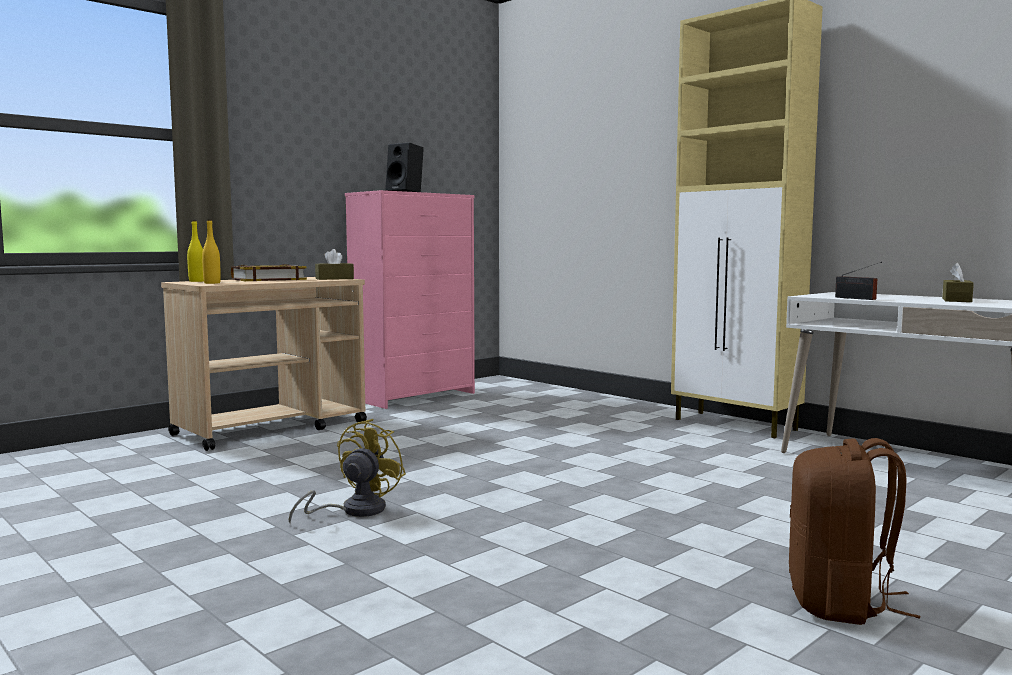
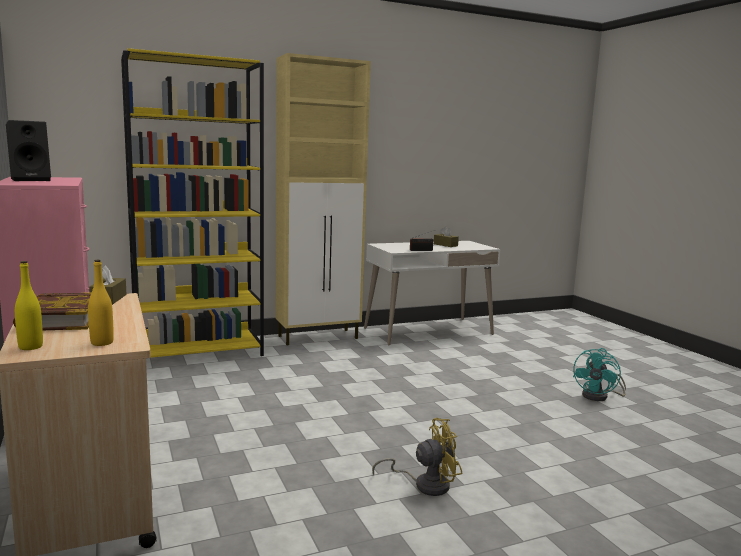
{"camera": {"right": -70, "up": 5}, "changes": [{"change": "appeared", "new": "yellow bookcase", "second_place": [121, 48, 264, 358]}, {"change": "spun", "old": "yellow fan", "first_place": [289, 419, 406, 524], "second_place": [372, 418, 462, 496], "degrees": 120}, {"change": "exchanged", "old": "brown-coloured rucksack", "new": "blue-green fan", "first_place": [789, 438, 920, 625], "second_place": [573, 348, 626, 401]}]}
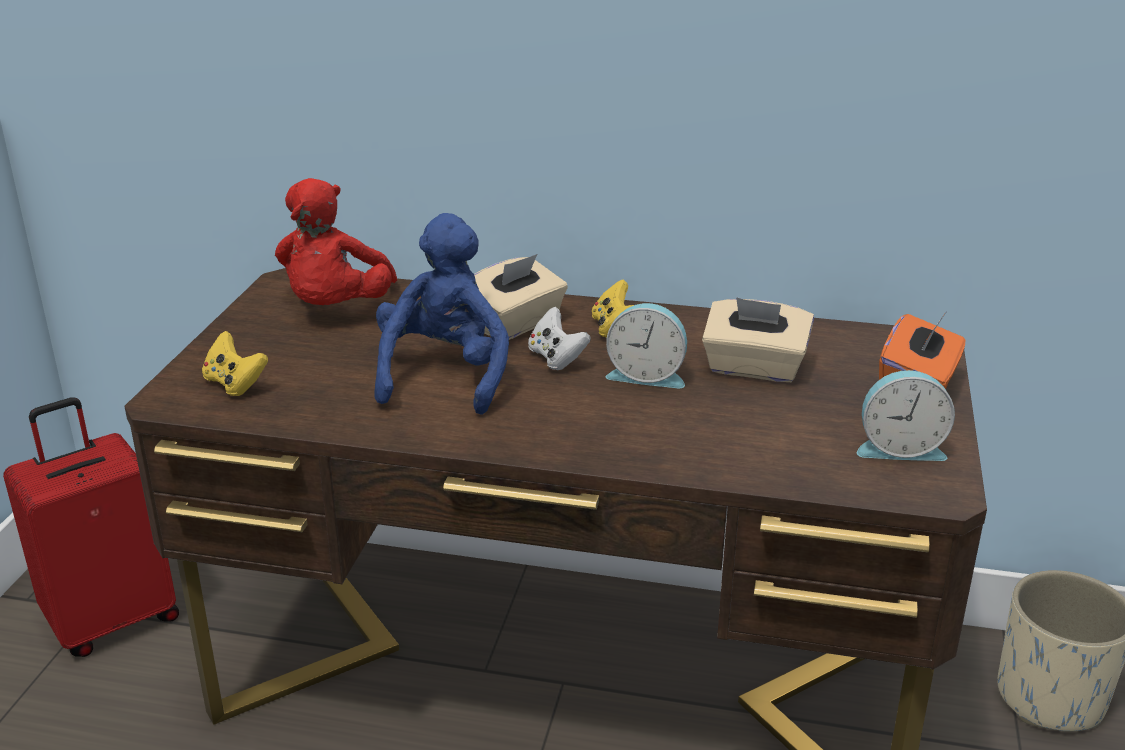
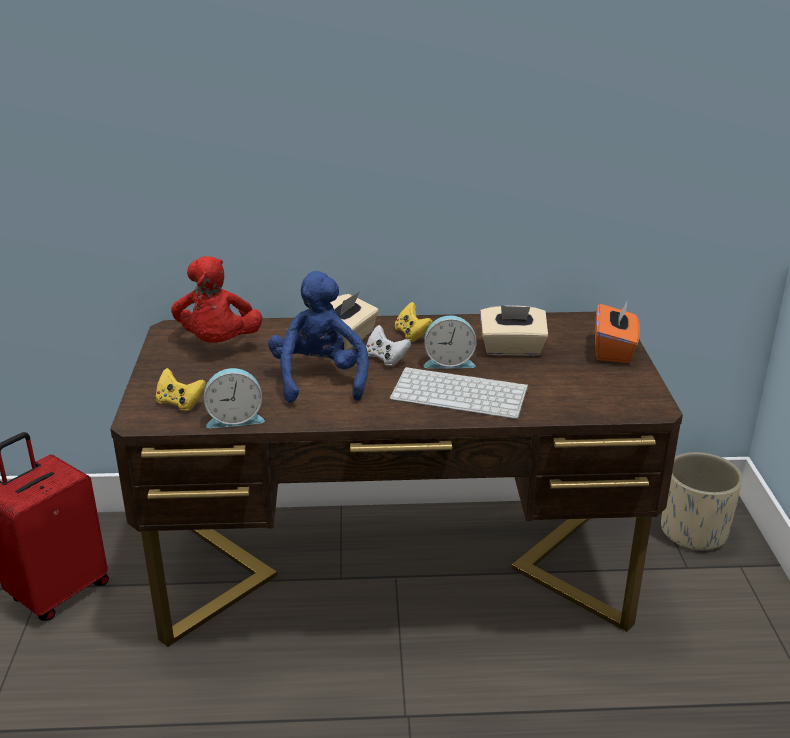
{"camera": {"right": -15, "up": 0}, "changes": [{"change": "relocated", "old": "bedside clock", "first_place": [857, 370, 955, 461], "second_place": [204, 368, 265, 428]}, {"change": "appeared", "new": "PC keyboard", "second_place": [390, 367, 528, 419]}]}
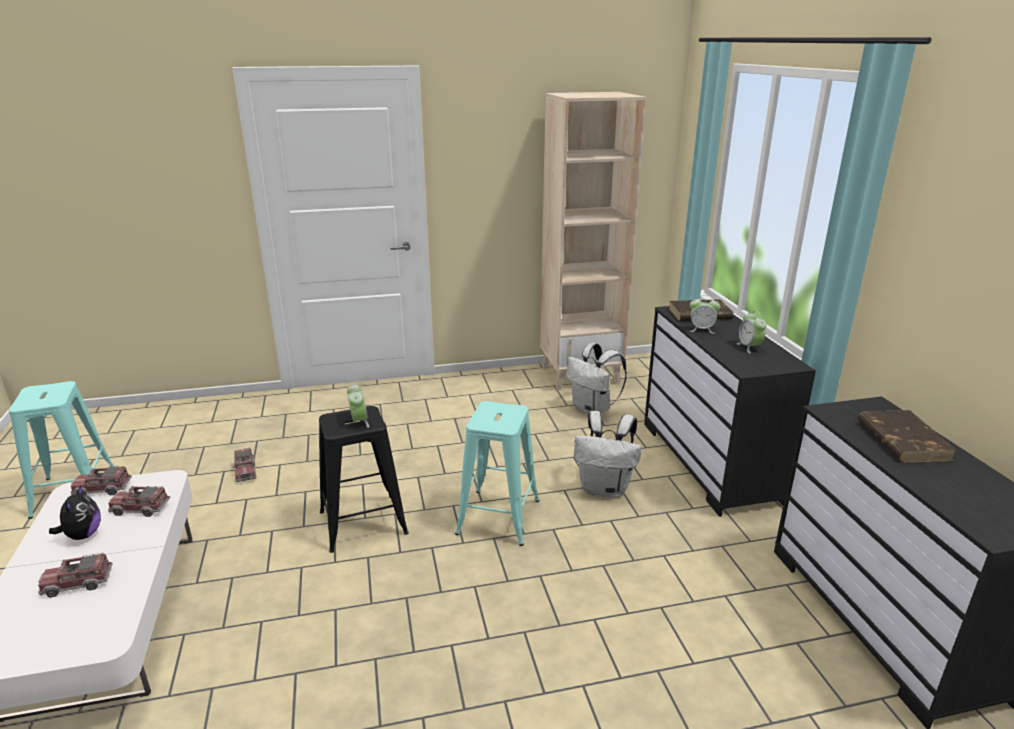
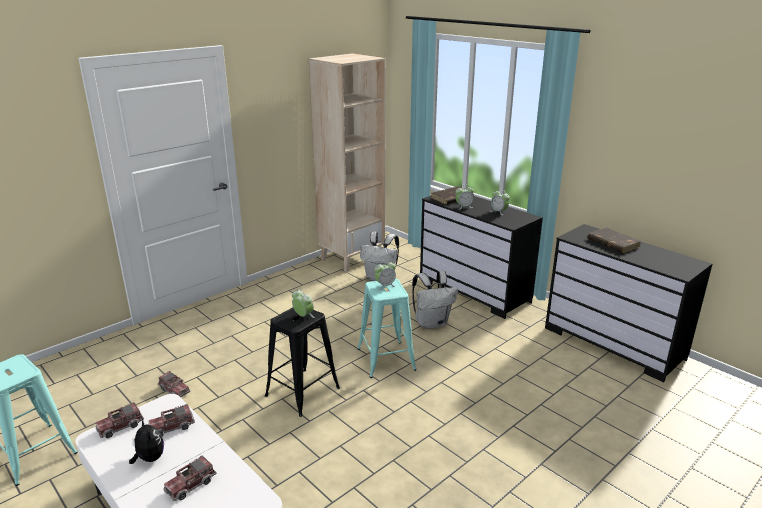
{"camera": {"right": -30, "up": 0}, "changes": [{"change": "appeared", "new": "bedside clock", "second_place": [374, 260, 396, 290]}]}
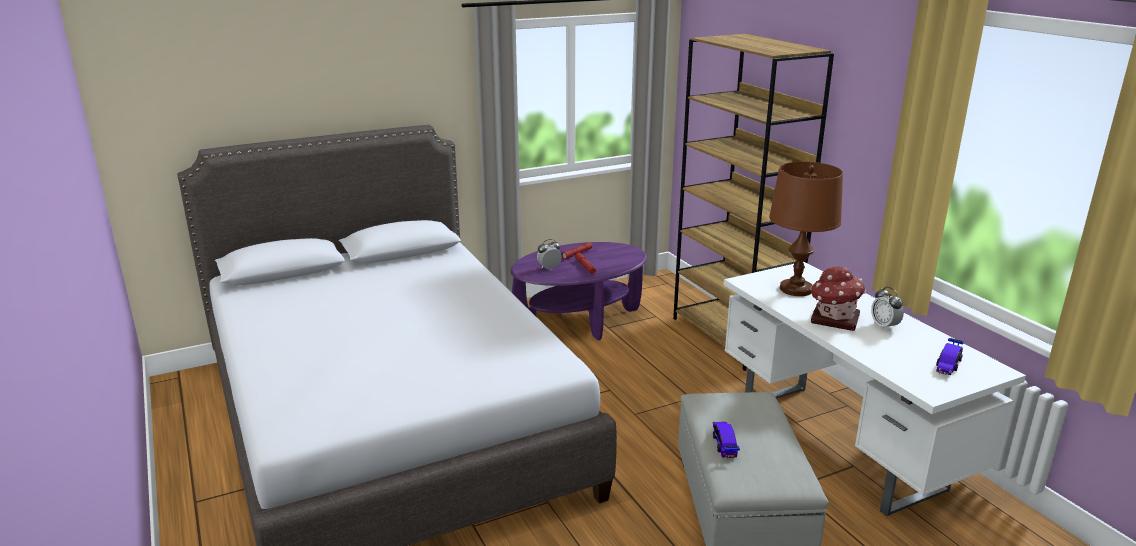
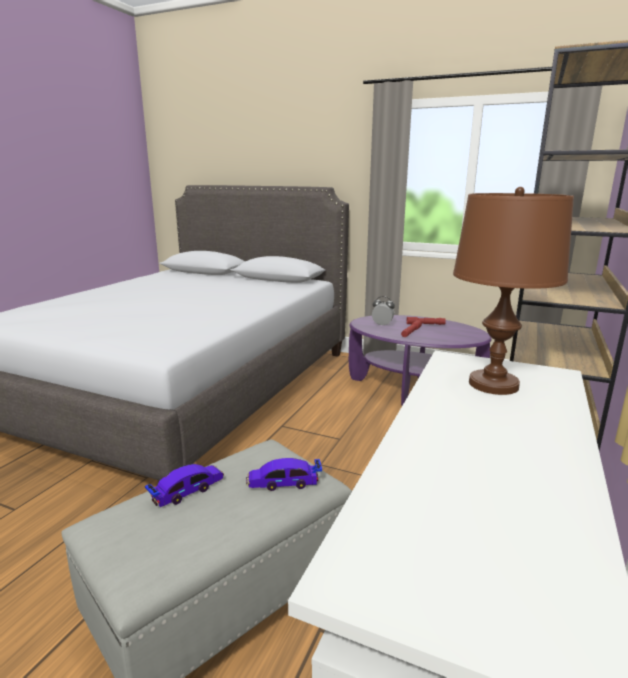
{"camera": {"right": 50, "up": -5}, "changes": [{"change": "relocated", "old": "model car", "first_place": [936, 338, 964, 375], "second_place": [246, 458, 322, 491]}, {"change": "missing", "old": "toy house", "first_place": [810, 266, 866, 331]}, {"change": "missing", "old": "bedside clock", "first_place": [871, 287, 904, 331]}]}
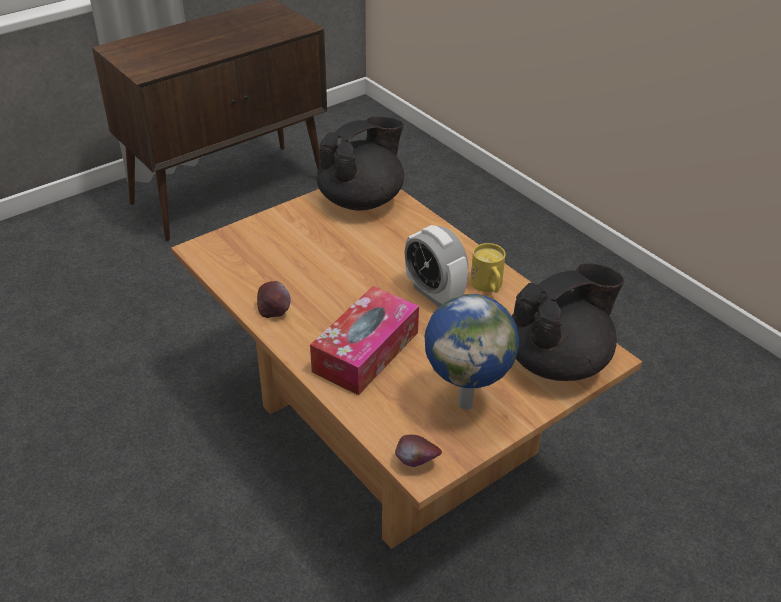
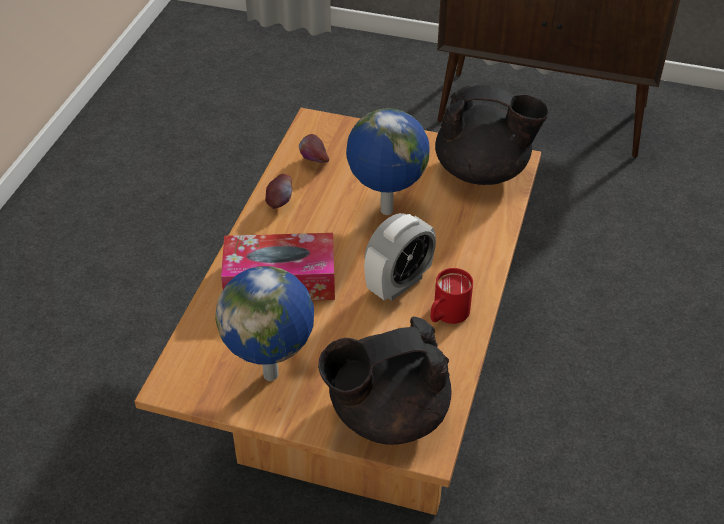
{"camera": {"right": 55, "up": 5}, "changes": [{"change": "relocated", "old": "whole apple", "first_place": [395, 435, 442, 467], "second_place": [299, 134, 329, 163]}, {"change": "spun", "old": "black-coloured pot for tea", "first_place": [512, 263, 624, 381], "second_place": [318, 316, 452, 445], "degrees": 135}, {"change": "appeared", "new": "desk globe", "second_place": [346, 108, 429, 215]}, {"change": "spun", "old": "bedside clock", "first_place": [405, 225, 468, 307], "second_place": [364, 213, 436, 301], "degrees": -150}, {"change": "colour", "old": "yellow tea mug", "new": "red tea mug", "first_place": [471, 243, 506, 293], "second_place": [431, 268, 473, 324]}]}
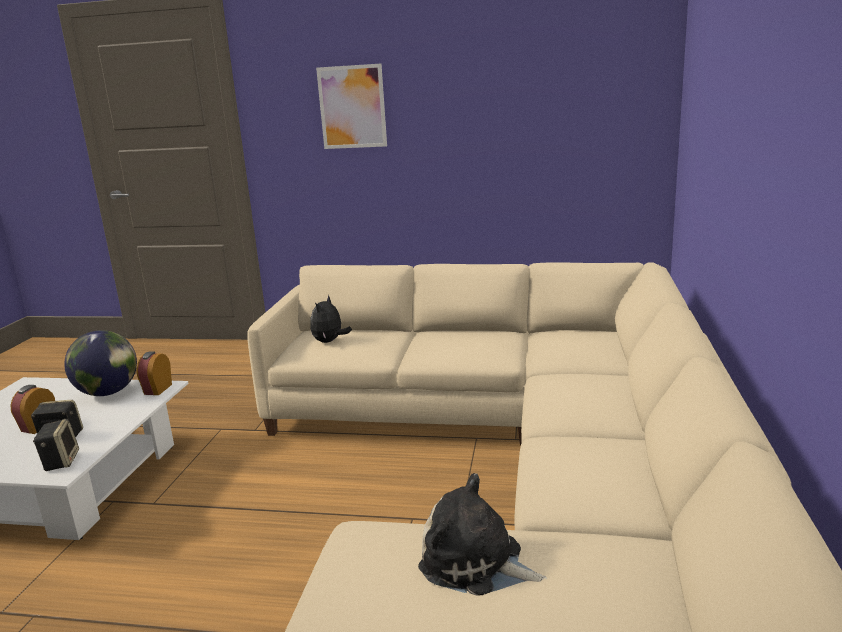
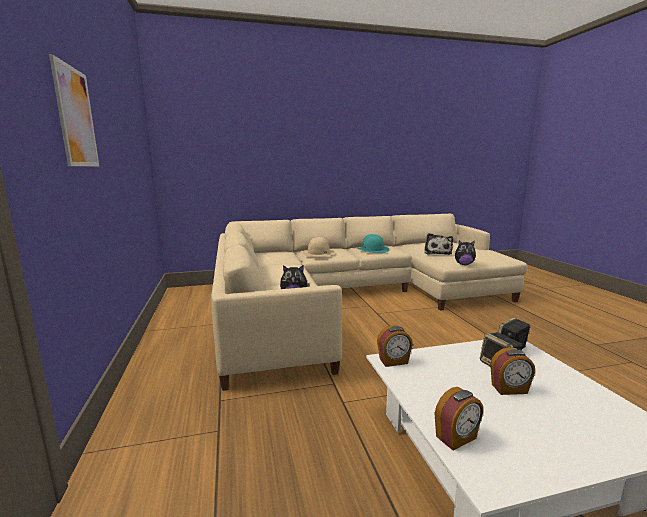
{"camera": {"right": -115, "up": -5}, "changes": [{"change": "appeared", "new": "beige clothing hat", "second_place": [303, 237, 334, 257]}, {"change": "appeared", "new": "blue-green clothing hat", "second_place": [357, 234, 389, 253]}, {"change": "appeared", "new": "bedside clock", "second_place": [435, 387, 483, 451]}, {"change": "appeared", "new": "plush toy", "second_place": [455, 240, 476, 265]}, {"change": "missing", "old": "desk globe", "first_place": [64, 330, 137, 396]}]}
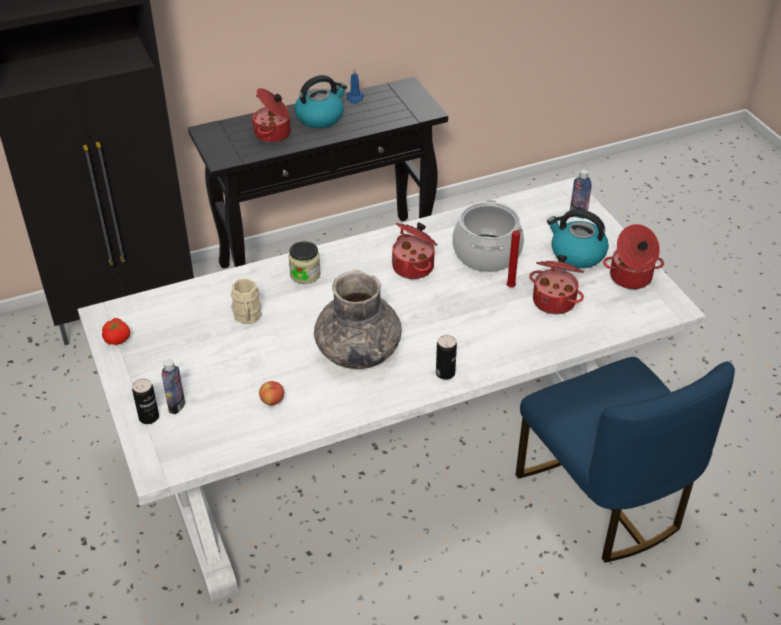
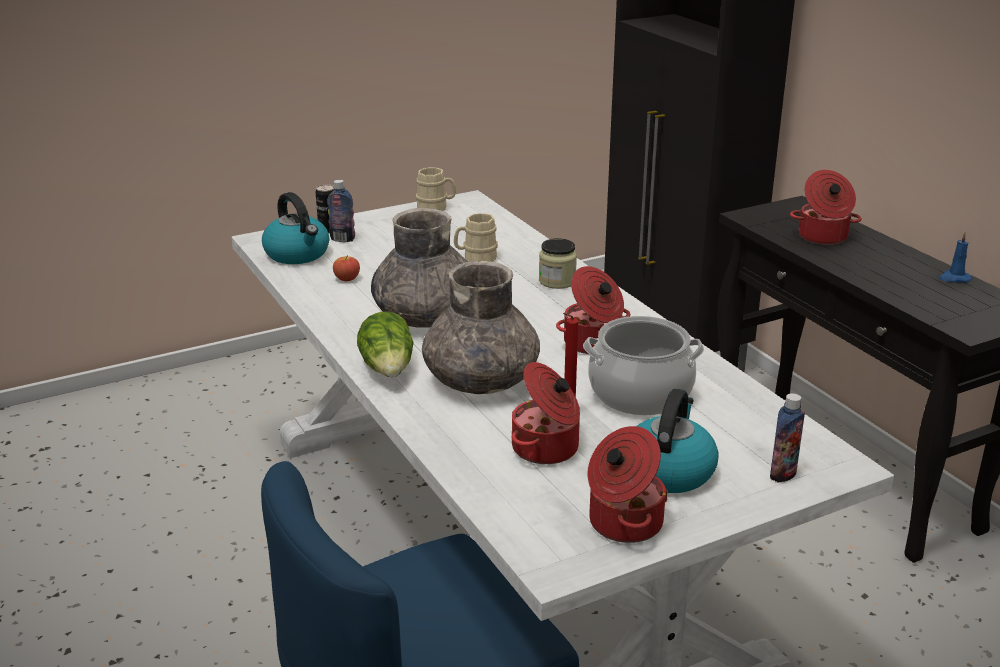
{"camera": {"right": 85, "up": -15}, "changes": [{"change": "relocated", "old": "tea kettle", "first_place": [295, 75, 347, 128], "second_place": [262, 192, 329, 264]}, {"change": "exchanged", "old": "sealed can", "new": "lettuce head", "first_place": [436, 335, 457, 380], "second_place": [357, 311, 414, 377]}, {"change": "exchanged", "old": "tomato", "new": "beige tea mug", "first_place": [102, 318, 130, 345], "second_place": [416, 167, 456, 211]}, {"change": "appeared", "new": "grey flower vase", "second_place": [422, 261, 540, 394]}]}
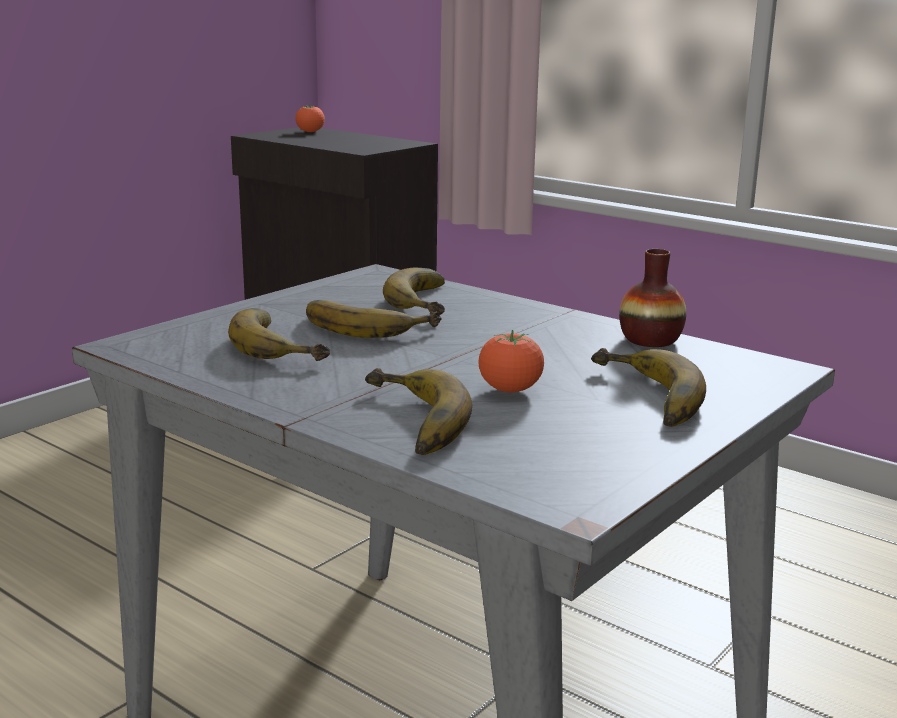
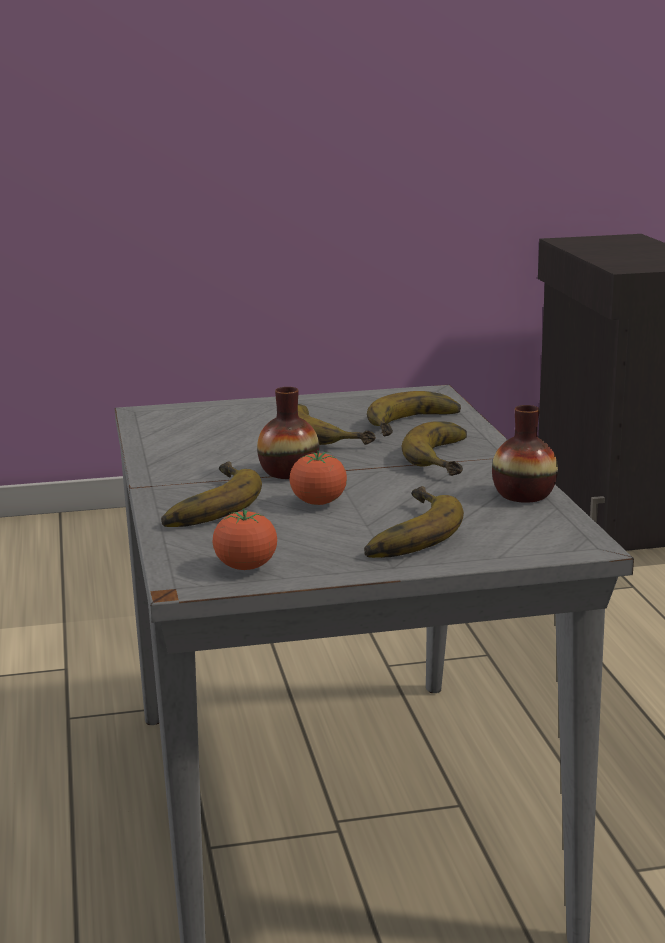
{"camera": {"right": 40, "up": 0}, "changes": [{"change": "relocated", "old": "tomato", "first_place": [295, 103, 325, 132], "second_place": [213, 509, 277, 570]}, {"change": "appeared", "new": "flower vase", "second_place": [257, 387, 319, 479]}, {"change": "relocated", "old": "banana fruit", "first_place": [228, 308, 330, 361], "second_place": [401, 421, 467, 476]}]}
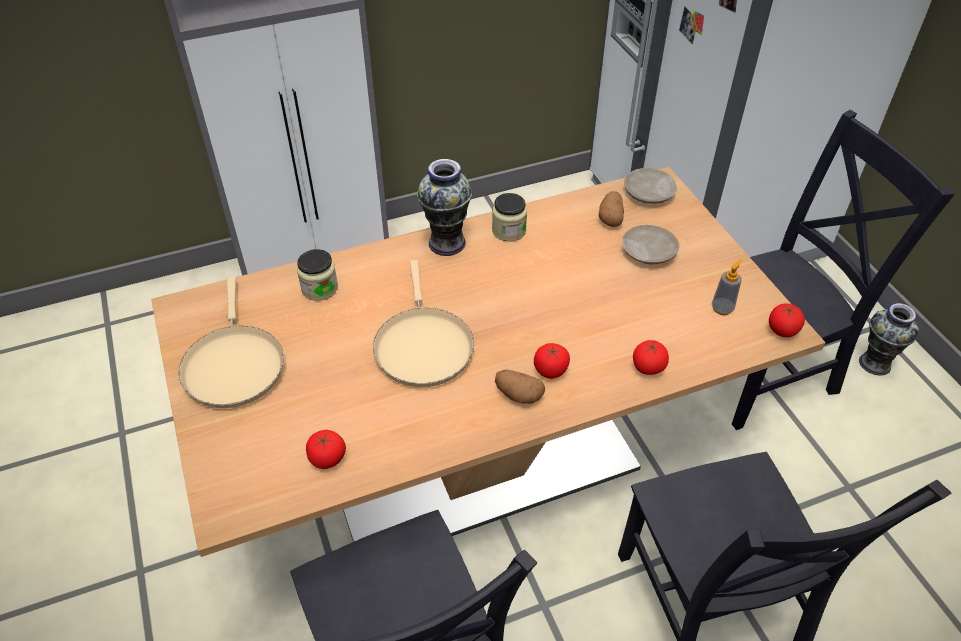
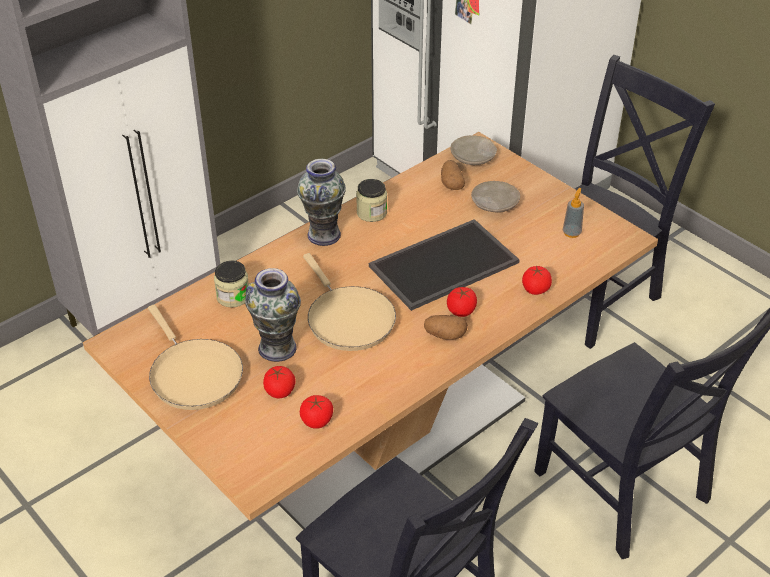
{"camera": {"right": -20, "up": -5}, "changes": [{"change": "relocated", "old": "flower vase", "first_place": [859, 303, 919, 376], "second_place": [245, 268, 301, 362]}, {"change": "relocated", "old": "tomato", "first_place": [769, 303, 805, 337], "second_place": [263, 366, 296, 399]}, {"change": "appeared", "new": "tray", "second_place": [369, 219, 520, 311]}]}
